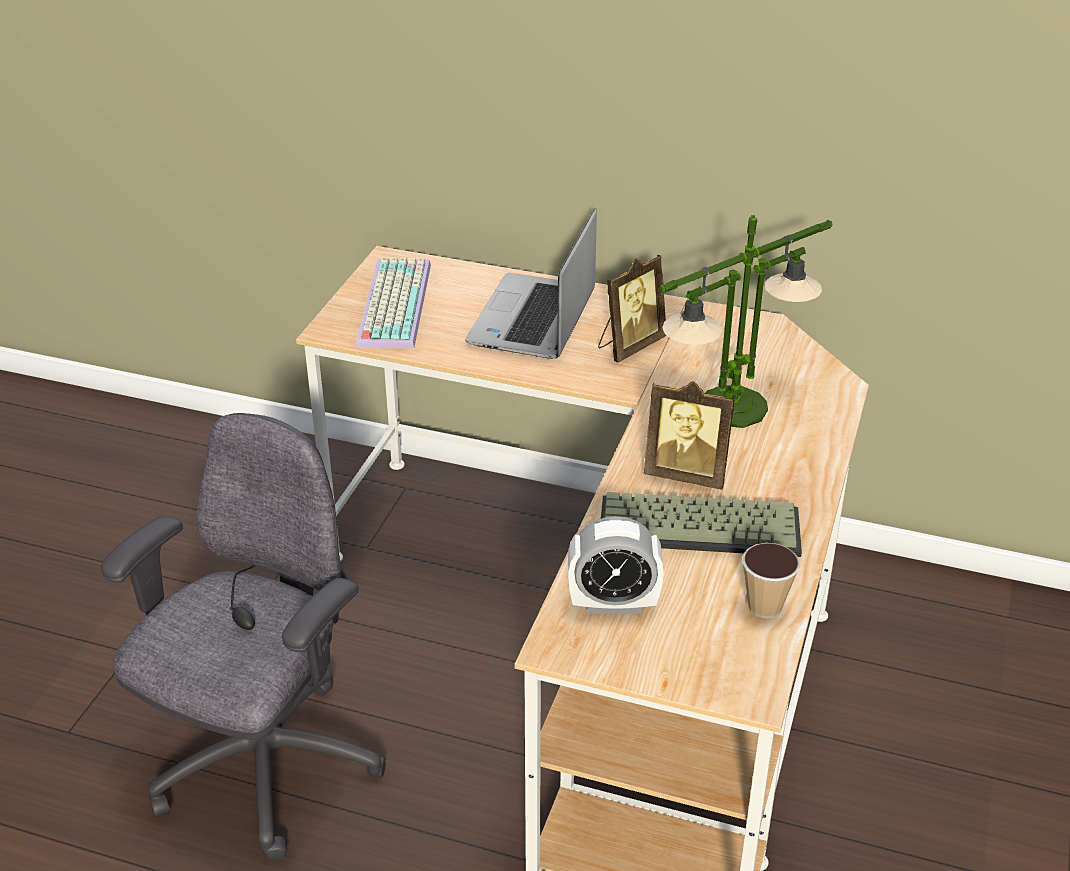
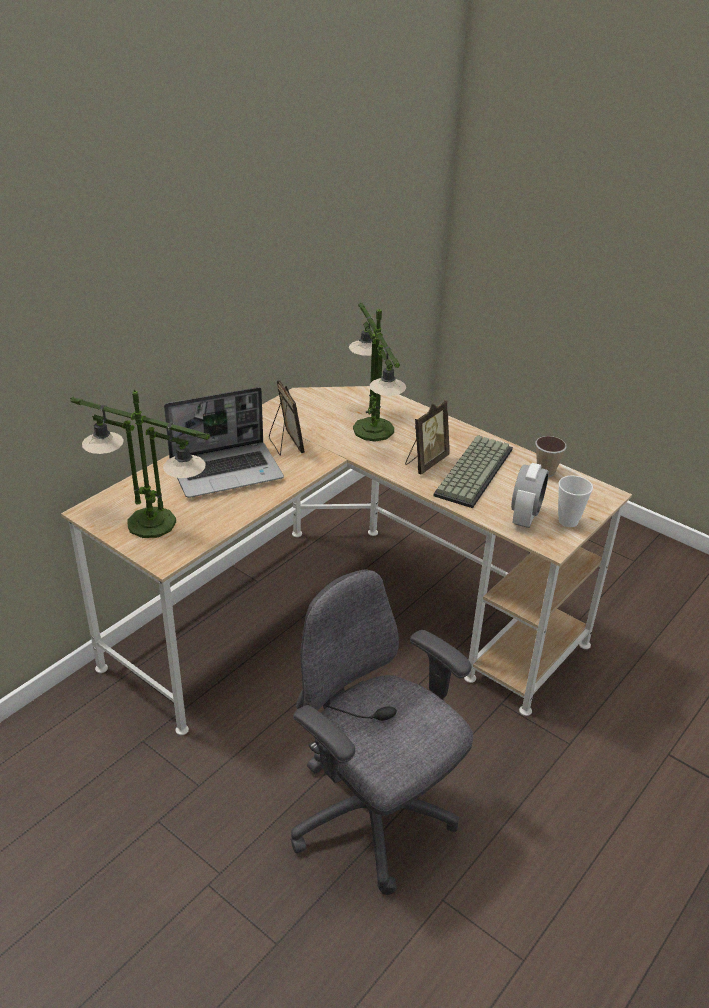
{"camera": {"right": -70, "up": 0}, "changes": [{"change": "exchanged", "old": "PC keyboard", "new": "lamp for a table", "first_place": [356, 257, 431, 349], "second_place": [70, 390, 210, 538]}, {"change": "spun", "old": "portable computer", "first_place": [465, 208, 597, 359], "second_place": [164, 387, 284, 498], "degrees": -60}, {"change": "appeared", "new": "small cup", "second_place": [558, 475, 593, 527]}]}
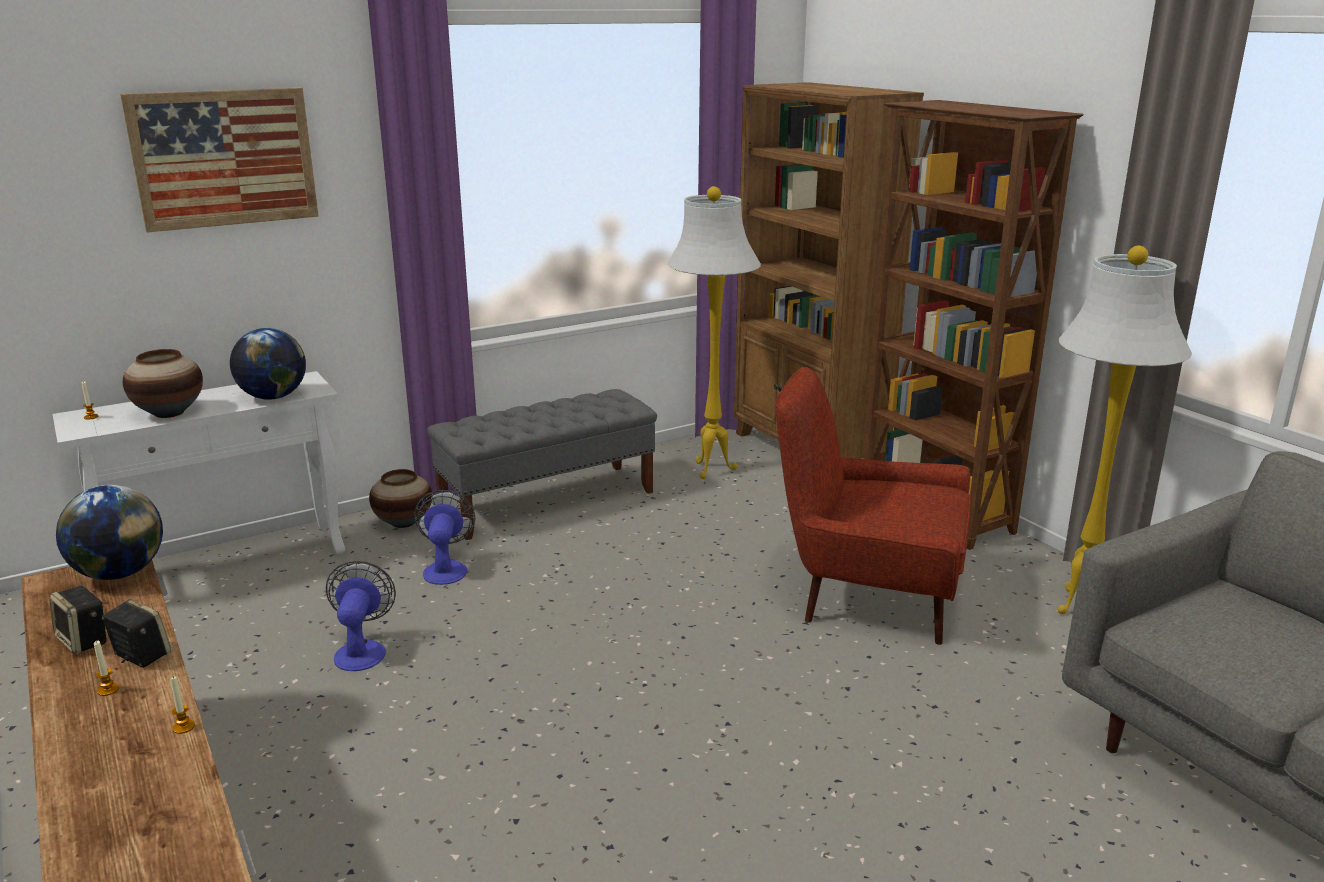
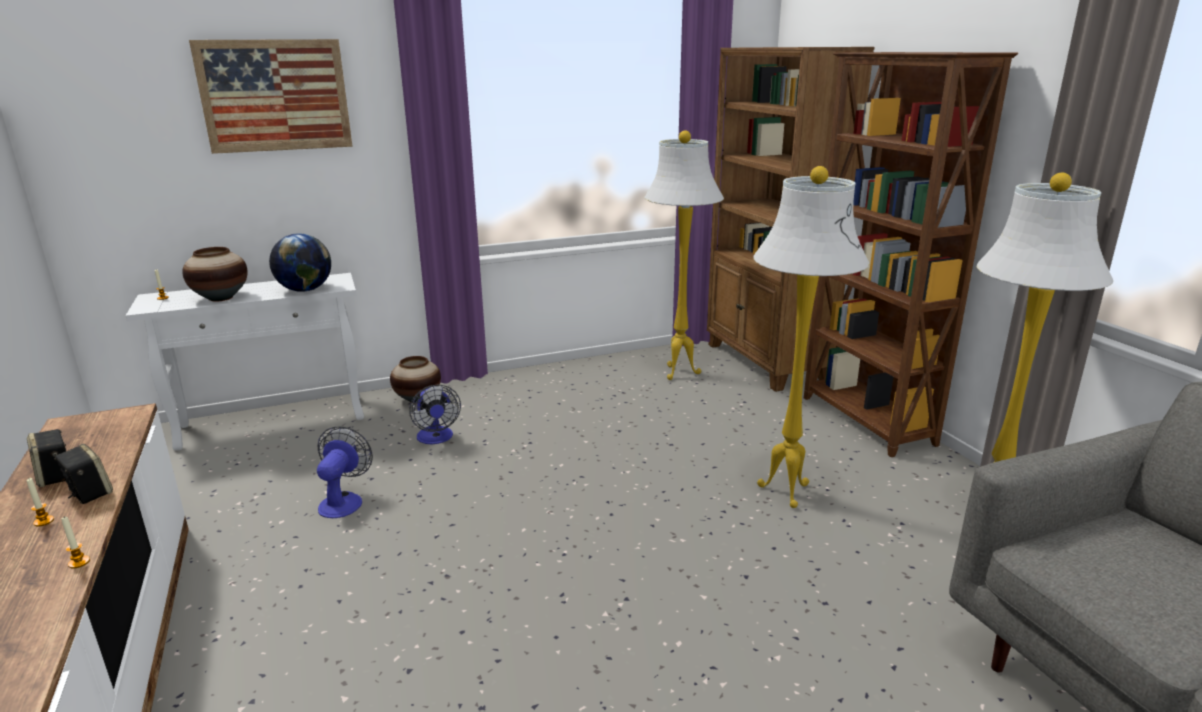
{"camera": {"right": 10, "up": 0}, "changes": [{"change": "spun", "old": "fan", "first_place": [414, 490, 475, 585], "second_place": [409, 384, 461, 444], "degrees": 150}, {"change": "exchanged", "old": "red easy chair", "new": "white-coloured floor lamp", "first_place": [774, 367, 972, 645], "second_place": [753, 166, 869, 508]}, {"change": "missing", "old": "desk globe", "first_place": [56, 485, 163, 580]}, {"change": "missing", "old": "grey long seat", "first_place": [427, 389, 657, 540]}]}
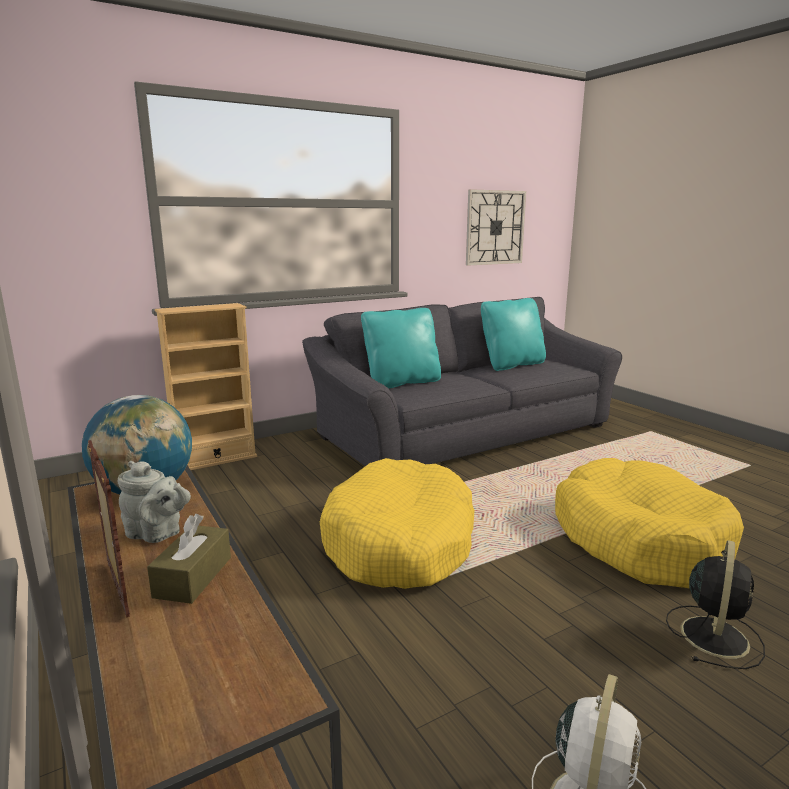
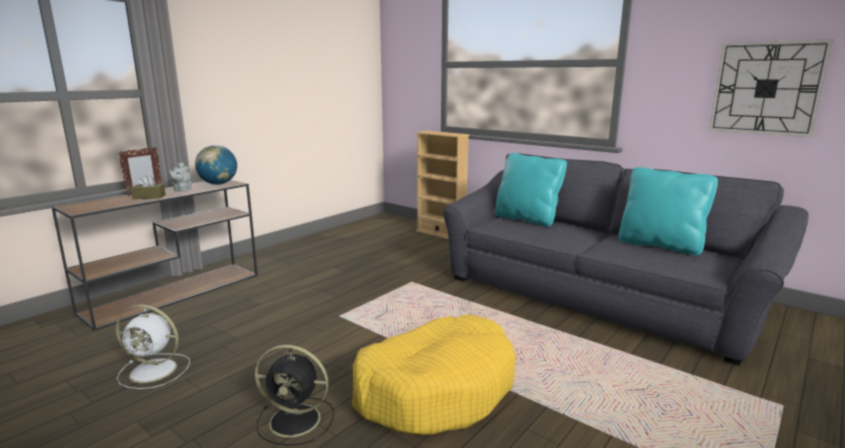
{"camera": {"right": 70, "up": 0}, "changes": [{"change": "missing", "old": "yellow dog bed", "first_place": [320, 458, 475, 589]}]}
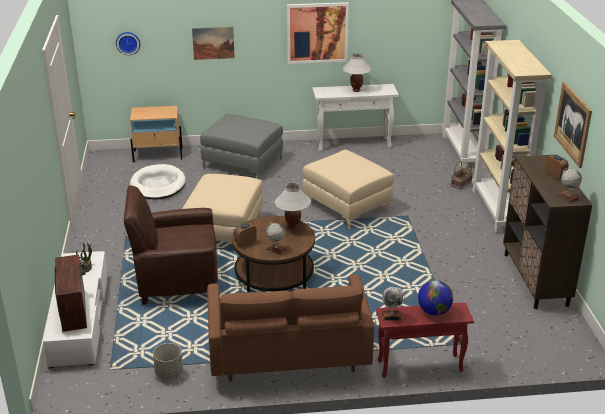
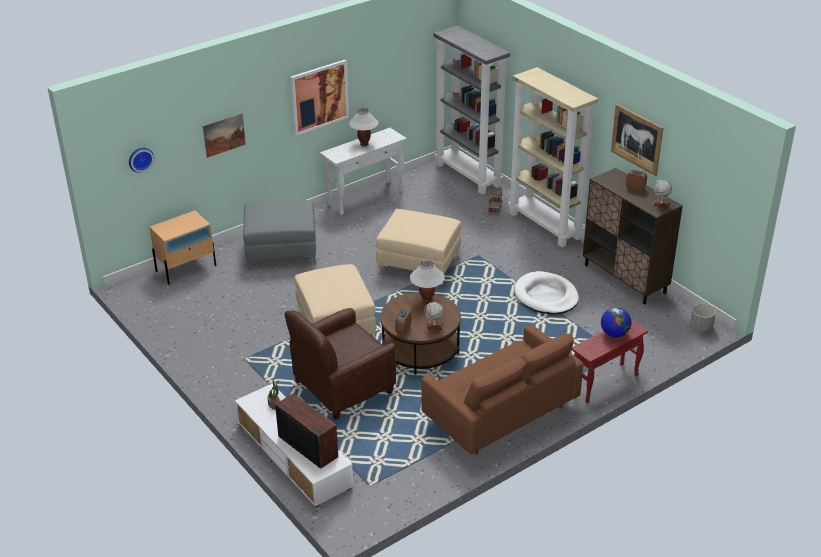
{"camera": {"right": -30, "up": 5}, "changes": [{"change": "relocated", "old": "white-coloured dog bed", "first_place": [130, 164, 186, 200], "second_place": [514, 271, 579, 314]}, {"change": "relocated", "old": "grey flower pot", "first_place": [153, 343, 183, 379], "second_place": [690, 303, 716, 332]}, {"change": "missing", "old": "desk globe", "first_place": [381, 287, 405, 320]}]}
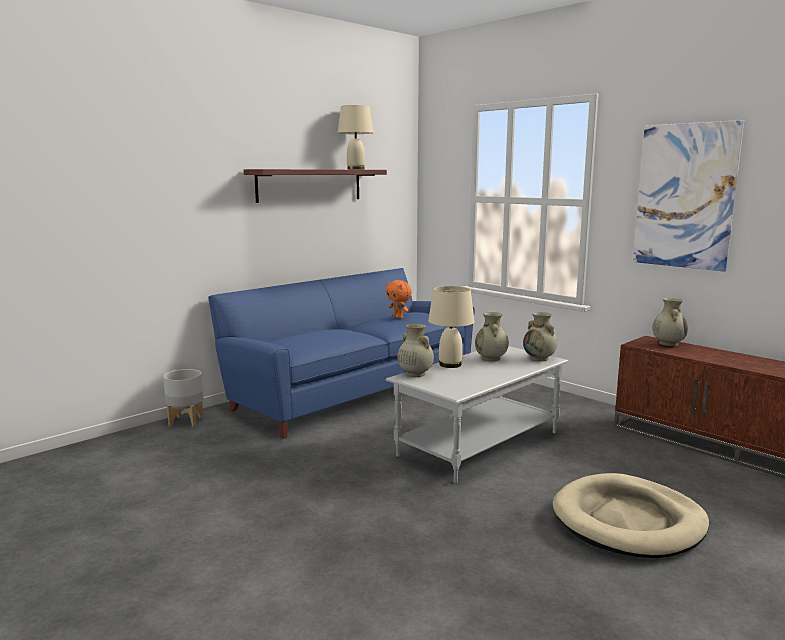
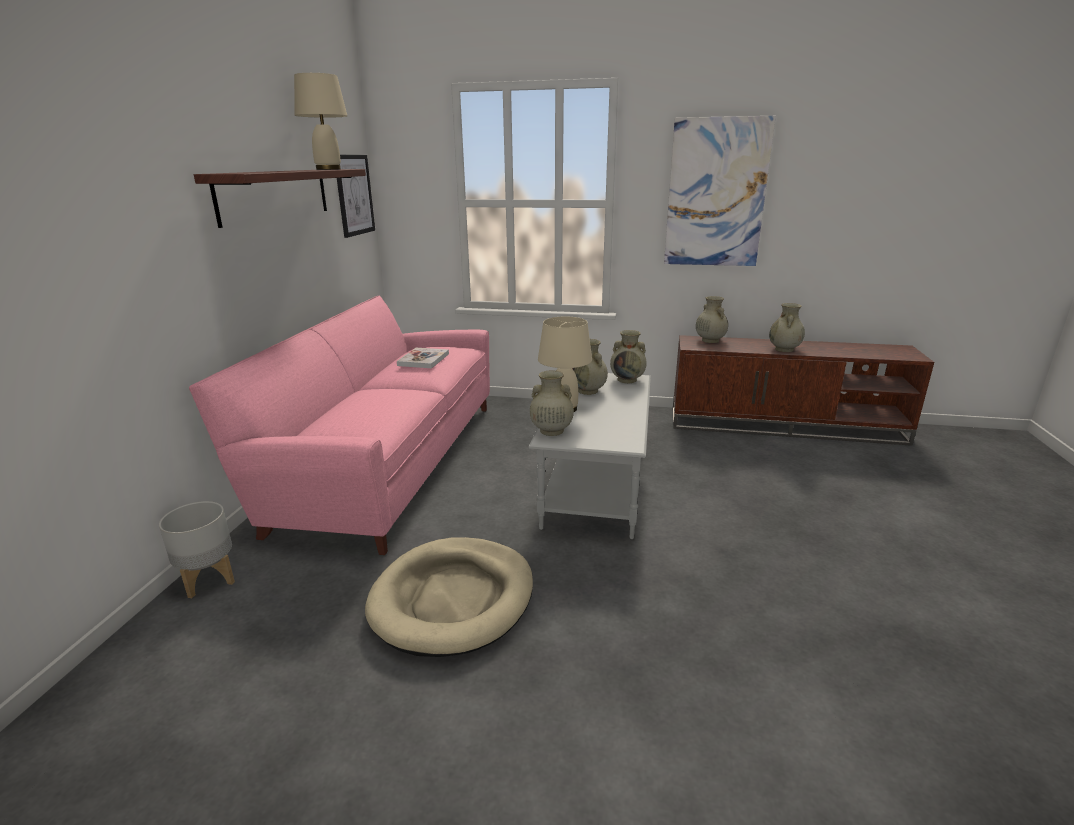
{"camera": {"right": -35, "up": 10}, "changes": [{"change": "colour", "old": "bluish settee", "new": "pink-coloured settee", "first_place": [208, 268, 475, 439], "second_place": [189, 295, 490, 555]}, {"change": "appeared", "new": "wall art", "second_place": [337, 155, 375, 238]}, {"change": "relocated", "old": "beige dog bed", "first_place": [553, 473, 709, 558], "second_place": [365, 537, 533, 657]}, {"change": "exchanged", "old": "orange-coloured plush toy", "new": "bound book", "first_place": [386, 280, 412, 319], "second_place": [397, 348, 449, 368]}, {"change": "appeared", "new": "beige flower vase", "second_place": [769, 303, 805, 352]}]}
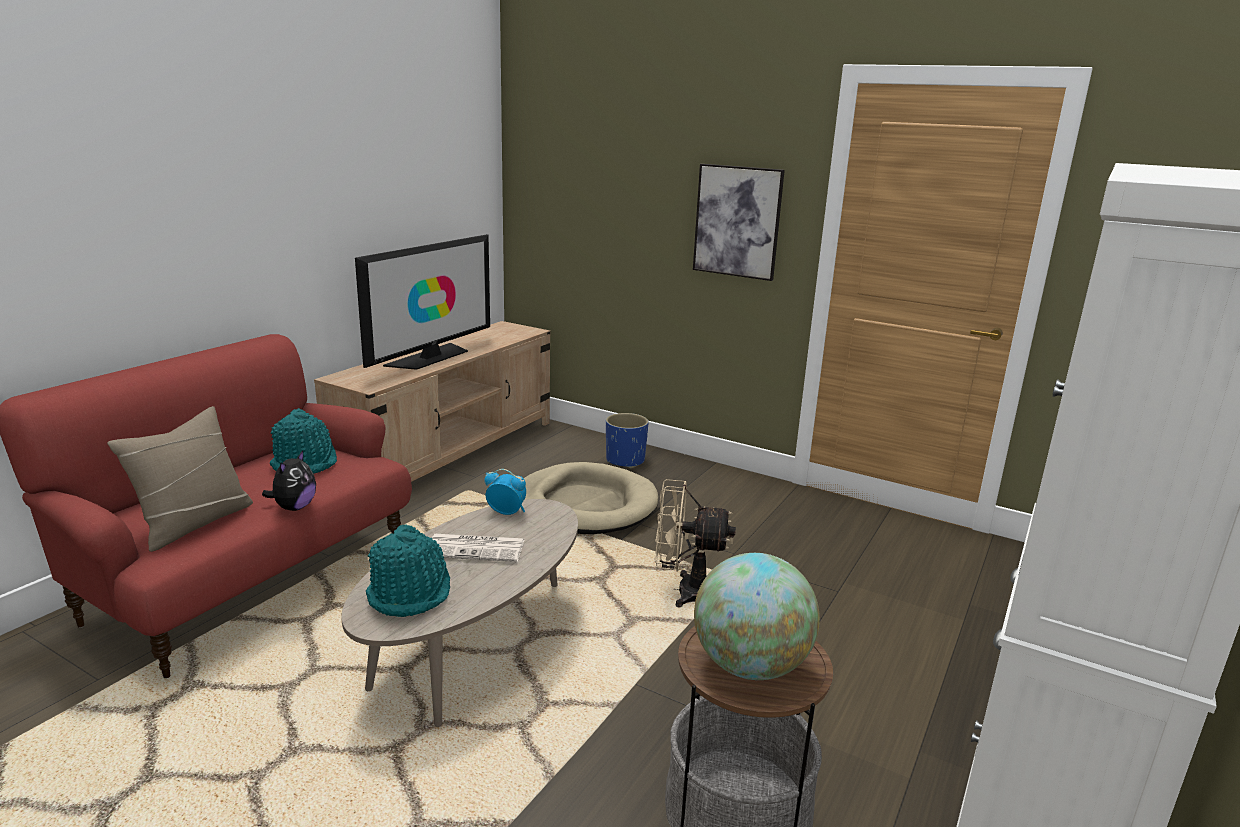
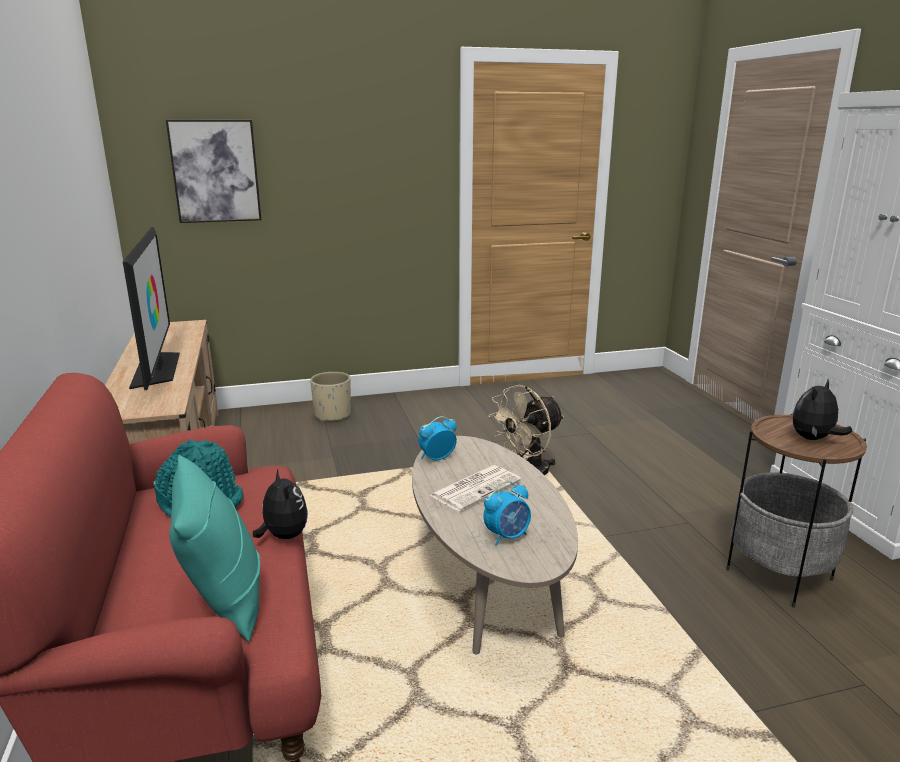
{"camera": {"right": -45, "up": 0}, "changes": [{"change": "relocated", "old": "wall art", "first_place": [693, 164, 785, 281], "second_place": [166, 120, 261, 223]}, {"change": "colour", "old": "beige throw pillow", "new": "blue-green throw pillow", "first_place": [107, 406, 253, 552], "second_place": [169, 455, 260, 642]}, {"change": "colour", "old": "bluish flower pot", "new": "beige flower pot", "first_place": [606, 413, 649, 468], "second_place": [310, 372, 351, 422]}, {"change": "exchanged", "old": "blue-green clothing hat", "new": "bedside clock", "first_place": [366, 524, 450, 617], "second_place": [484, 481, 531, 546]}, {"change": "exchanged", "old": "desk globe", "new": "plush toy", "first_place": [694, 553, 820, 680], "second_place": [793, 380, 852, 440]}, {"change": "missing", "old": "beige dog bed", "first_place": [524, 462, 659, 534]}]}
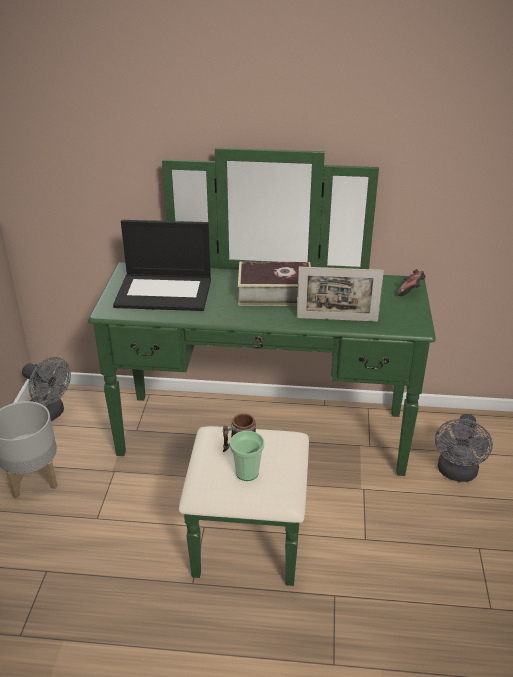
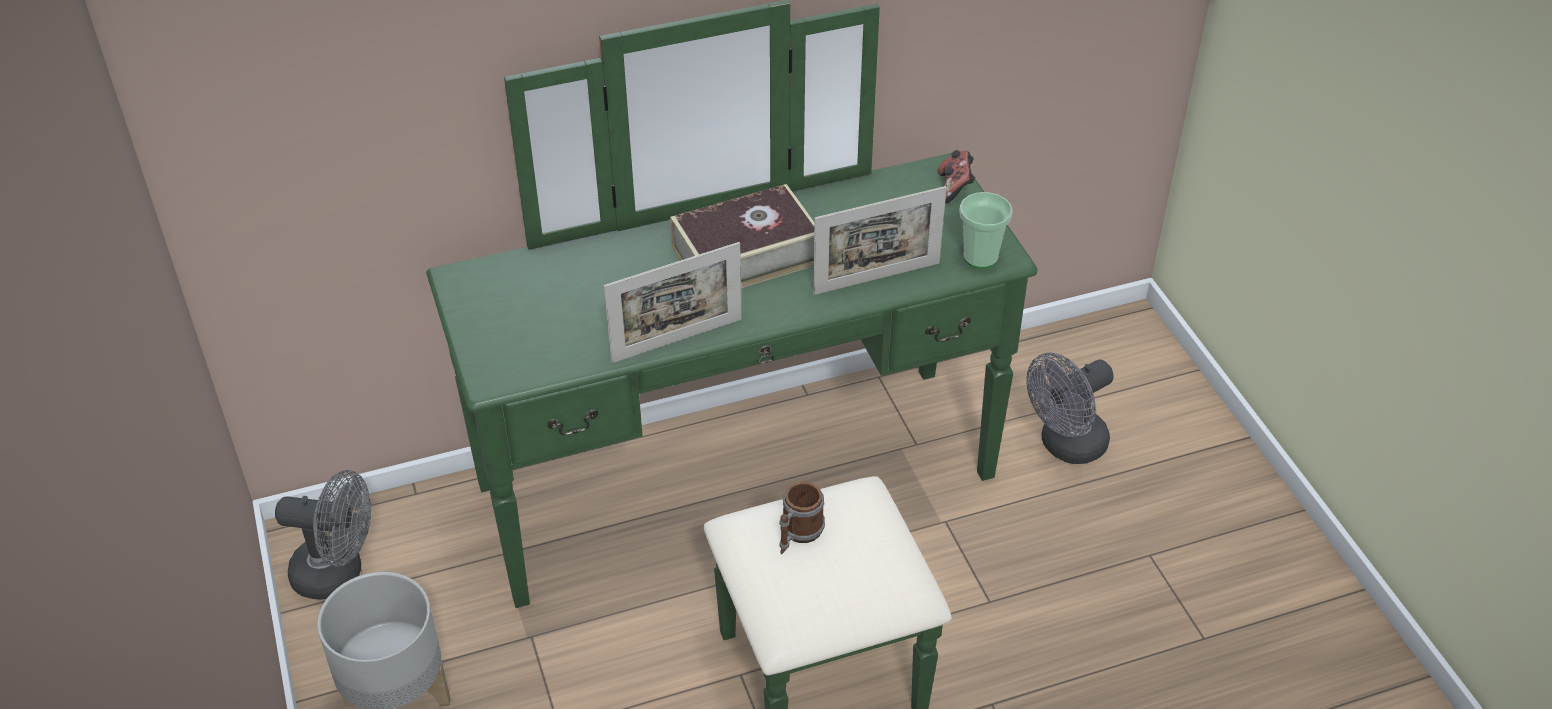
{"camera": {"right": -25, "up": 10}, "changes": [{"change": "appeared", "new": "picture frame", "second_place": [604, 242, 742, 363]}, {"change": "relocated", "old": "small cup", "first_place": [230, 431, 264, 481], "second_place": [959, 192, 1013, 268]}, {"change": "spun", "old": "grey fan", "first_place": [435, 414, 493, 482], "second_place": [1026, 353, 1114, 464], "degrees": 60}, {"change": "missing", "old": "portable computer", "first_place": [113, 220, 211, 311]}]}
